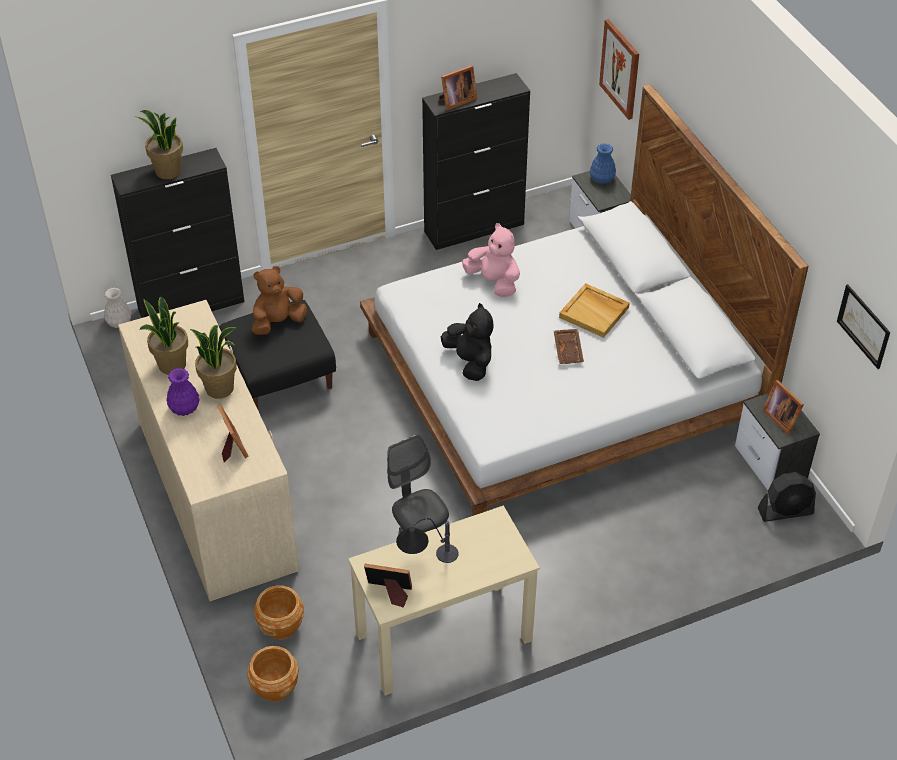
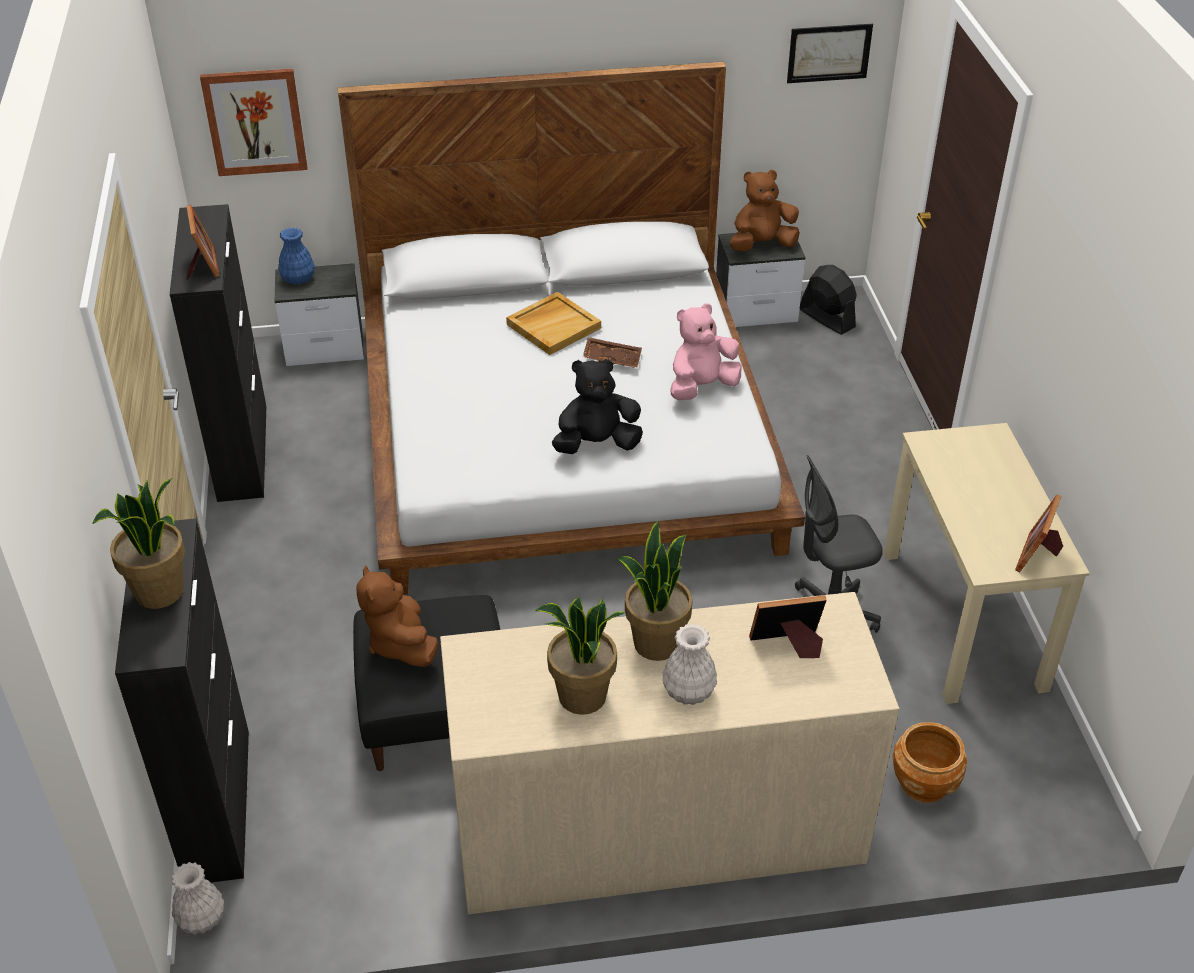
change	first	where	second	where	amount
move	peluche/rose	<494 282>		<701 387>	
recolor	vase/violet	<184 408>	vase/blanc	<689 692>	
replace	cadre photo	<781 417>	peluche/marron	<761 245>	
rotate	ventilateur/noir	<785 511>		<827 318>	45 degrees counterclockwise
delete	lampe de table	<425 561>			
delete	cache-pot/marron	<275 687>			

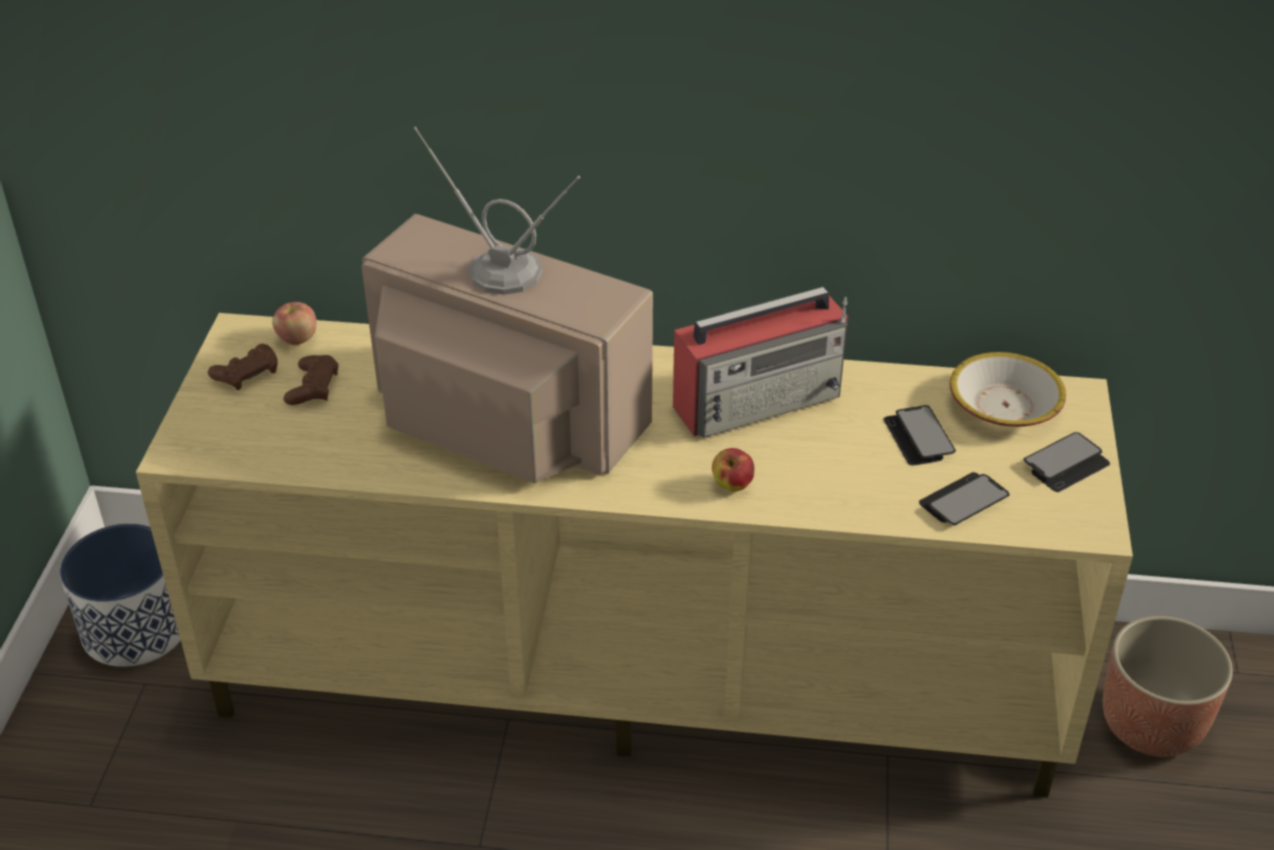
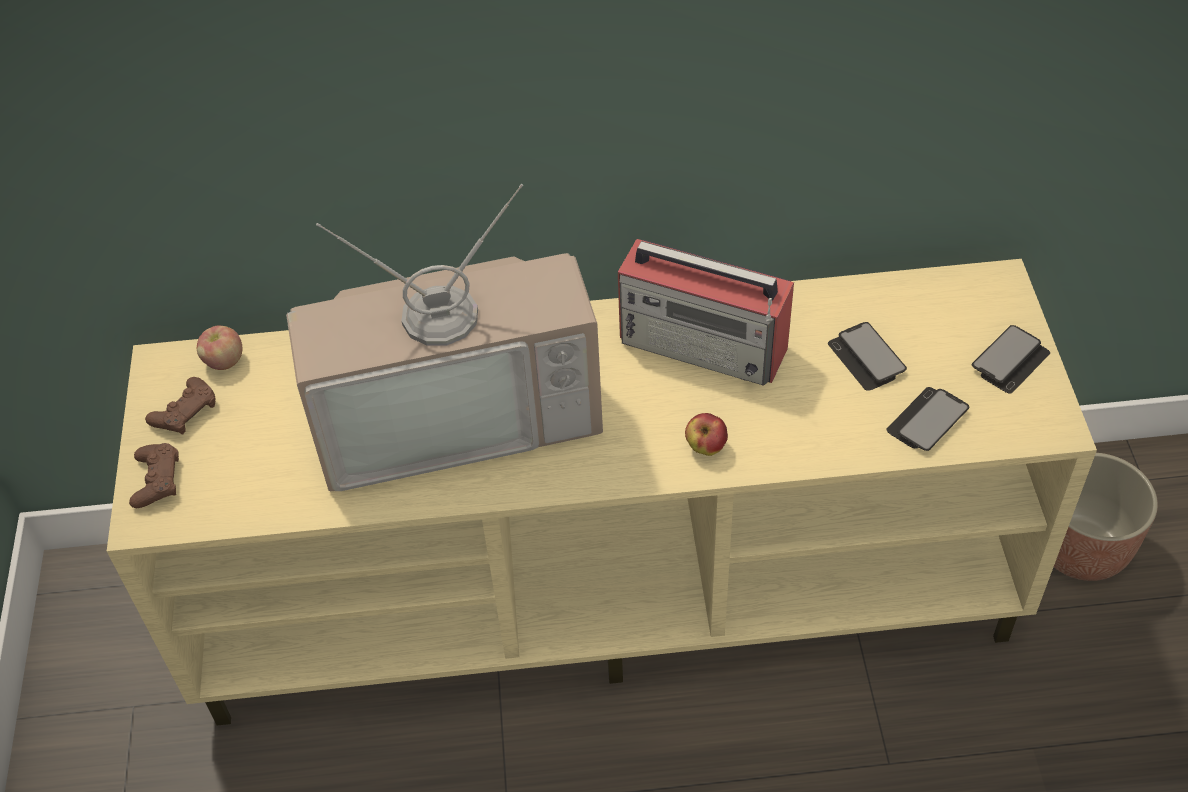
change	first	where	second	where	amount
rotate	téléviseur	<501 416>		<458 412>	150 degrees clockwise
rotate	radio	<760 400>		<705 345>	60 degrees clockwise
delete	bol	<1005 406>			
move	manette/marron	<313 387>		<157 480>	
delete	cache-pot	<135 629>			

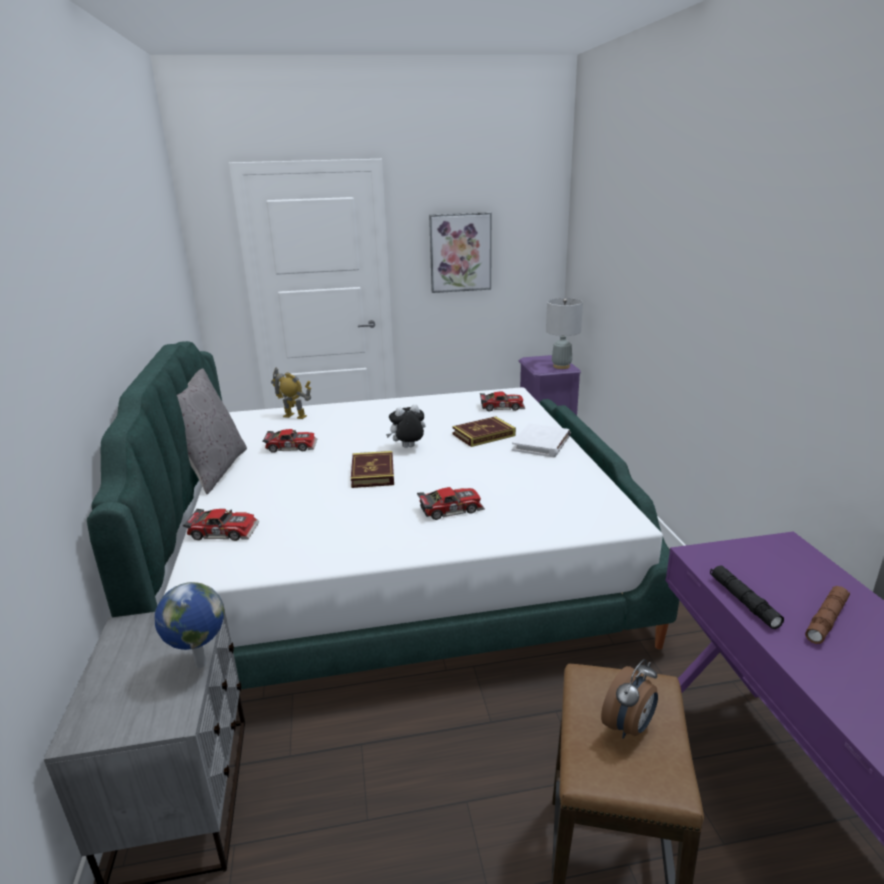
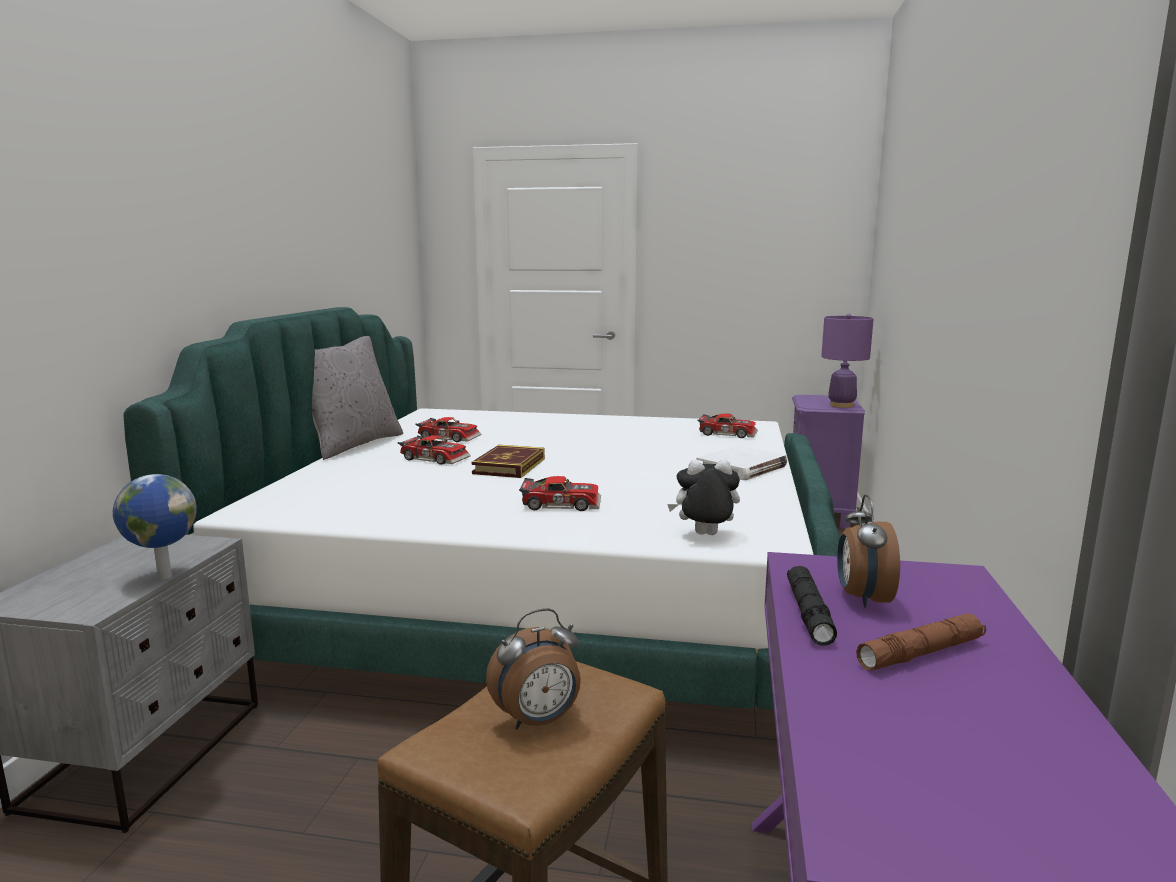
change	first	where	second	where	amount
delete	tableau	<460 252>			
recolor	lampe de table/gris	<561 366>	lampe de table/violet	<841 405>	
delete	robot jouet	<295 416>			
move	peluche	<408 448>		<704 535>	
delete	livre	<483 435>			
move	petite voiture	<224 531>		<436 458>	
insert			réveil	<862 598>	

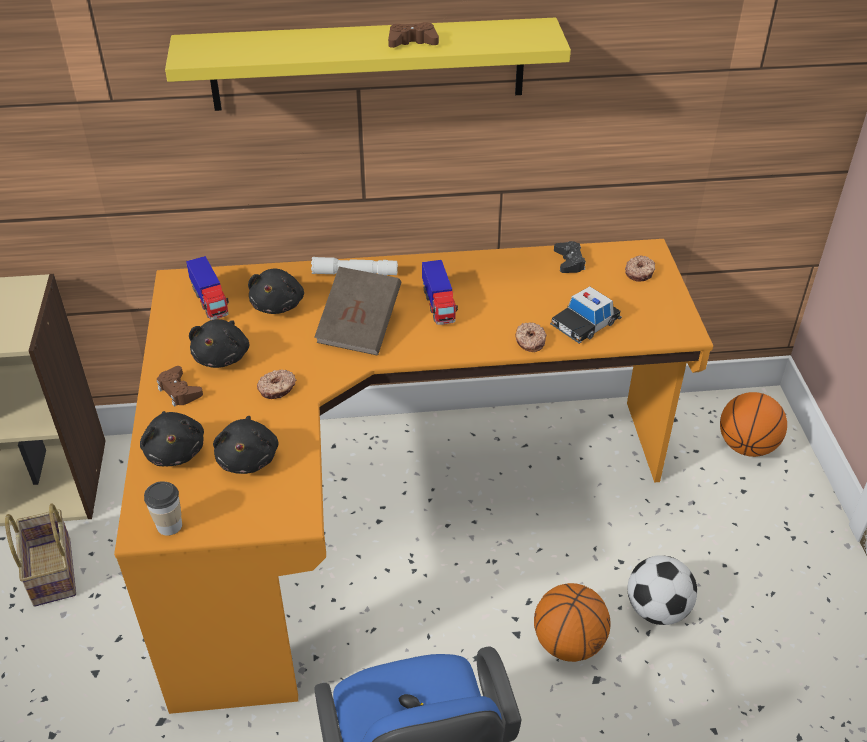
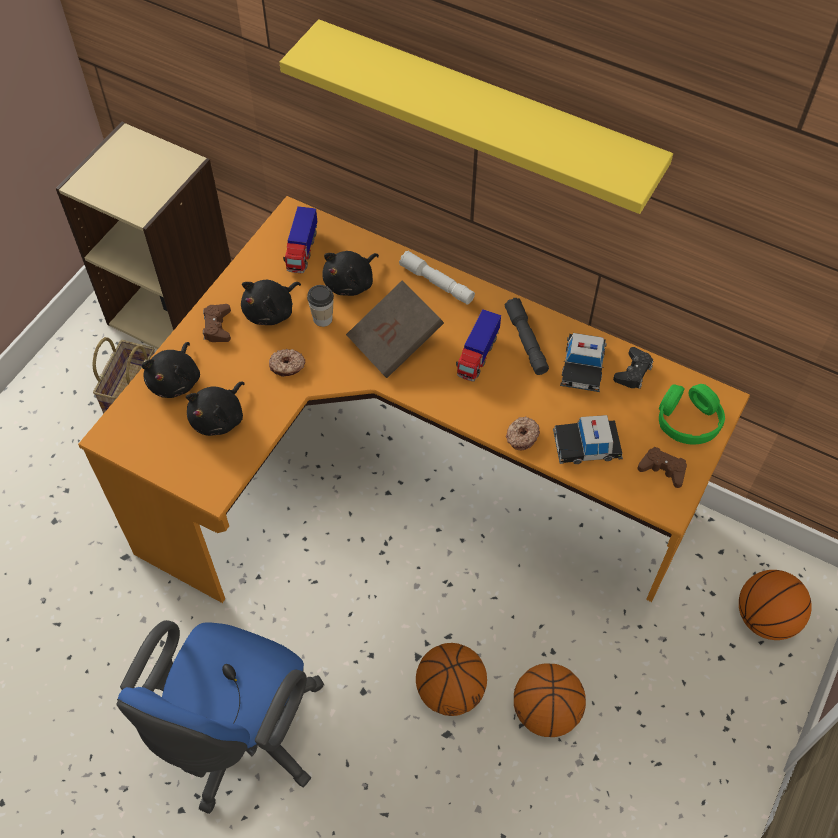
change	first	where	second	where	amount
move	manette/marron	<412 42>		<662 469>	
replace	beignet	<640 273>	casque audio/vert	<688 420>	
move	tasse	<169 525>		<322 318>	
replace	ballon de foot	<657 609>	ballon de basket	<546 711>	
insert			lampe de poche/gris	<526 341>	
insert			petite voiture	<583 366>	

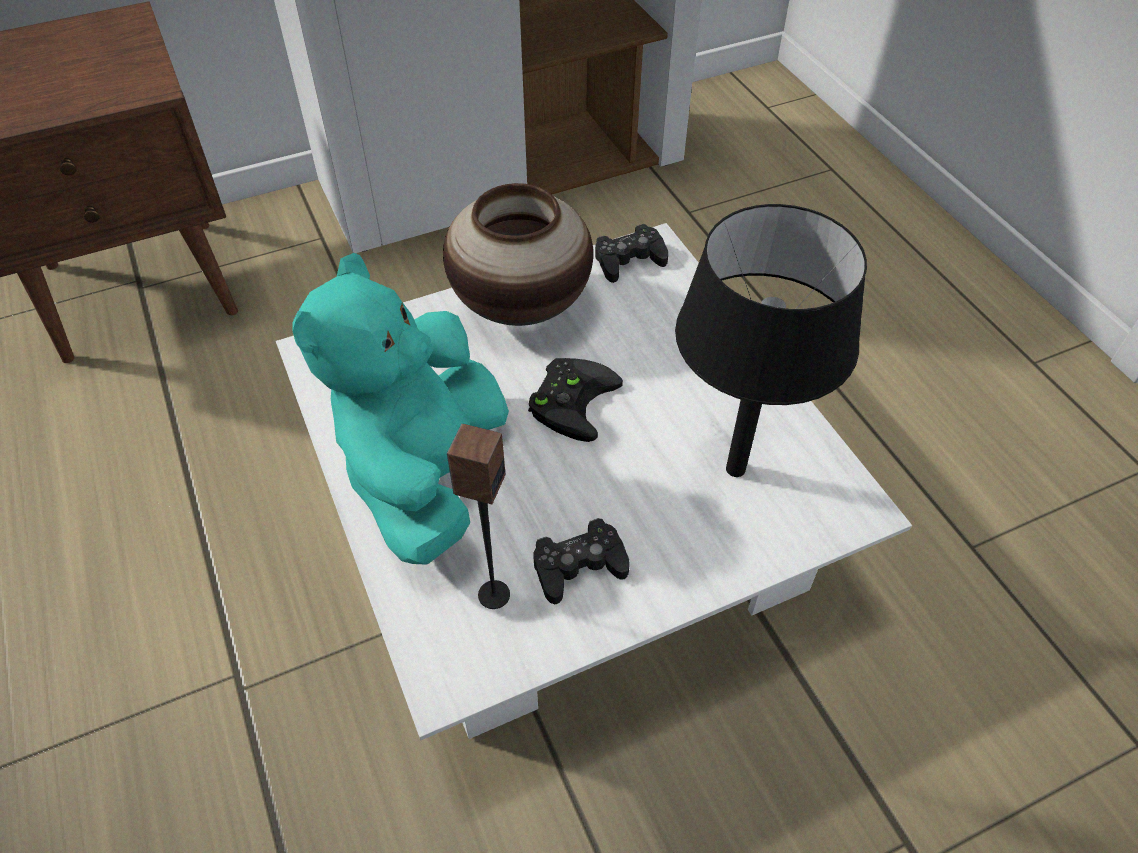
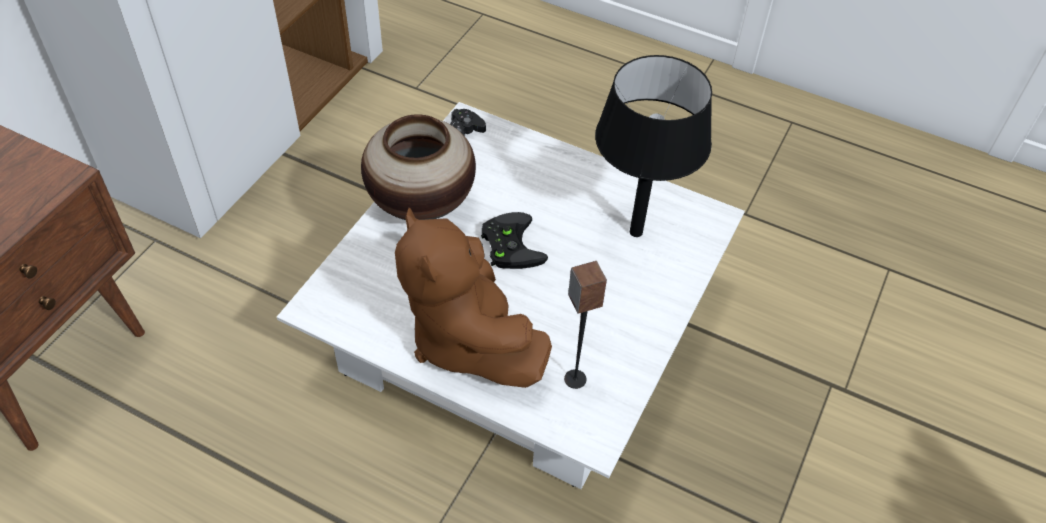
change	first	where	second	where	amount
recolor	peluche/turquoise	<426 473>	peluche/marron	<467 338>	
delete	manette/noir	<579 566>			

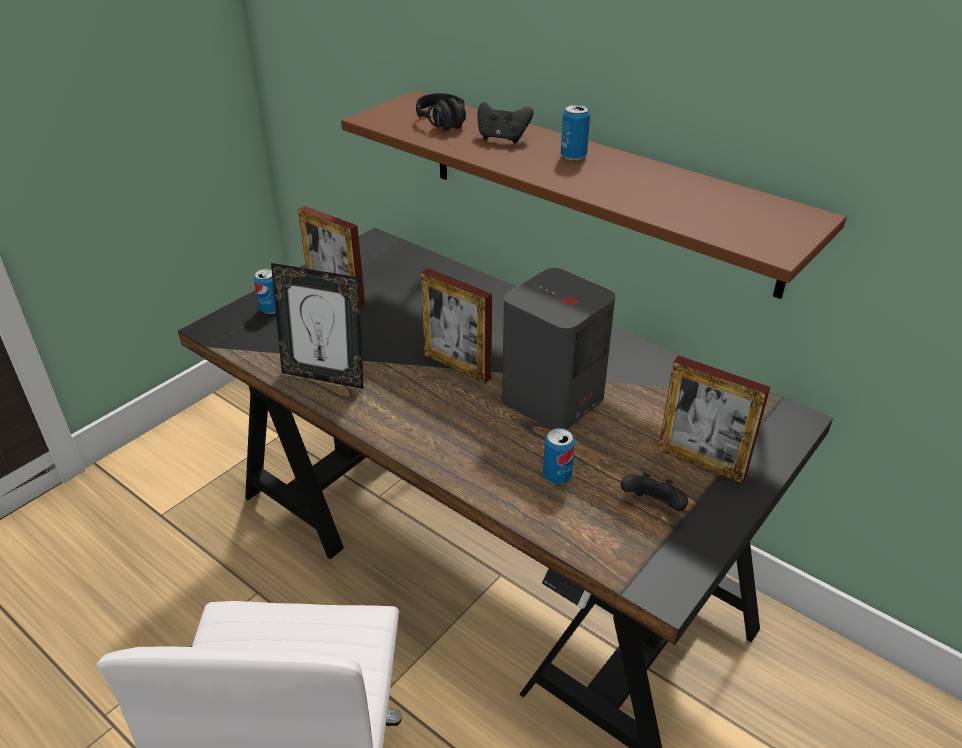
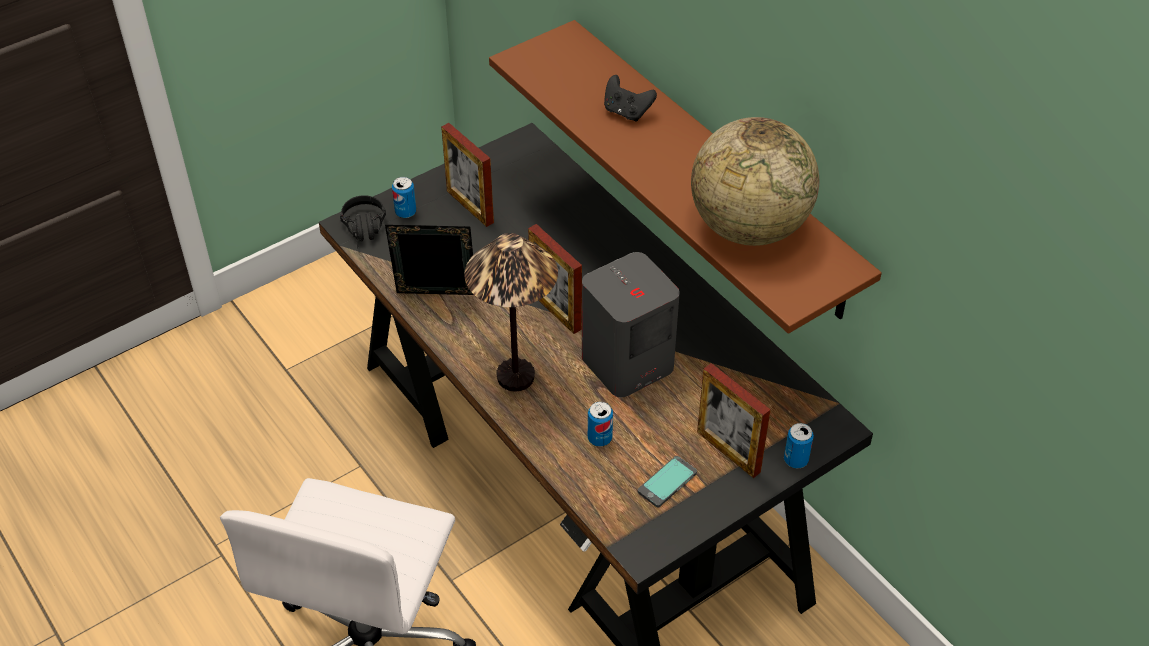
change	first	where	second	where	amount
move	casque audio/noir	<446 125>		<365 231>	
move	boîte métallique	<573 156>		<796 460>	
rotate	cadre photo	<325 376>		<436 298>	150 degrees clockwise
replace	manette/noir	<653 506>	téléphone	<667 482>	
insert			globe	<748 227>	
insert			lampe de table	<516 377>	

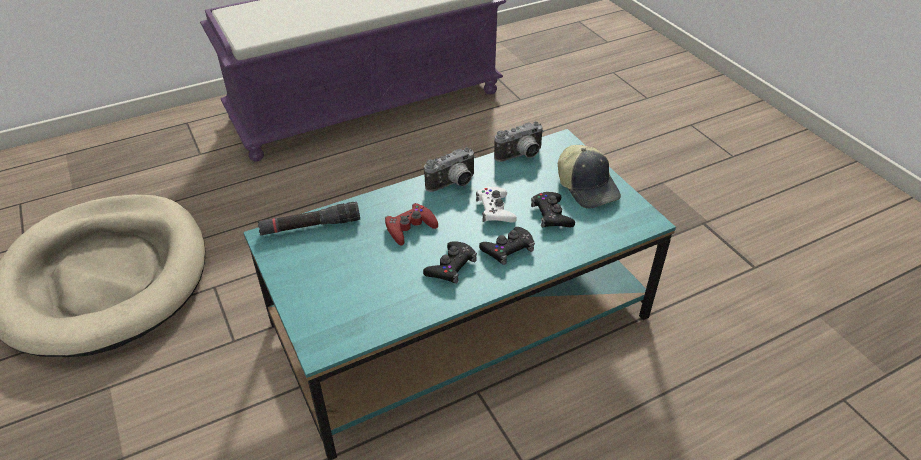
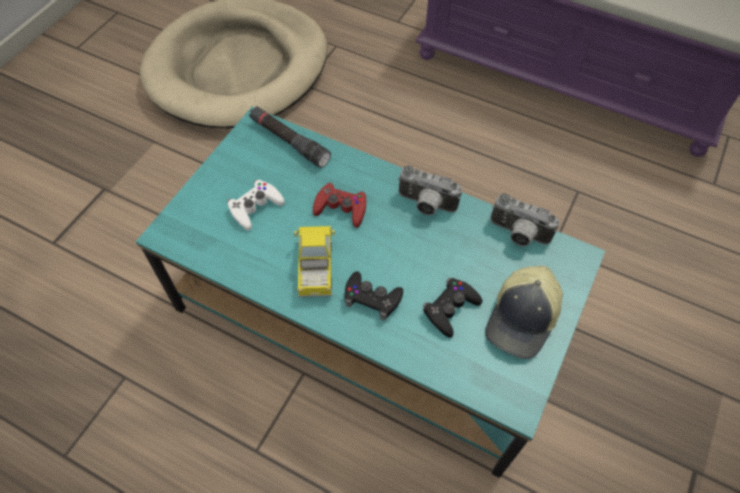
change	first	where	second	where	amount
move	manette/blanc	<495 209>		<255 207>	
replace	manette/noir	<451 266>	camion jouet	<316 267>	

